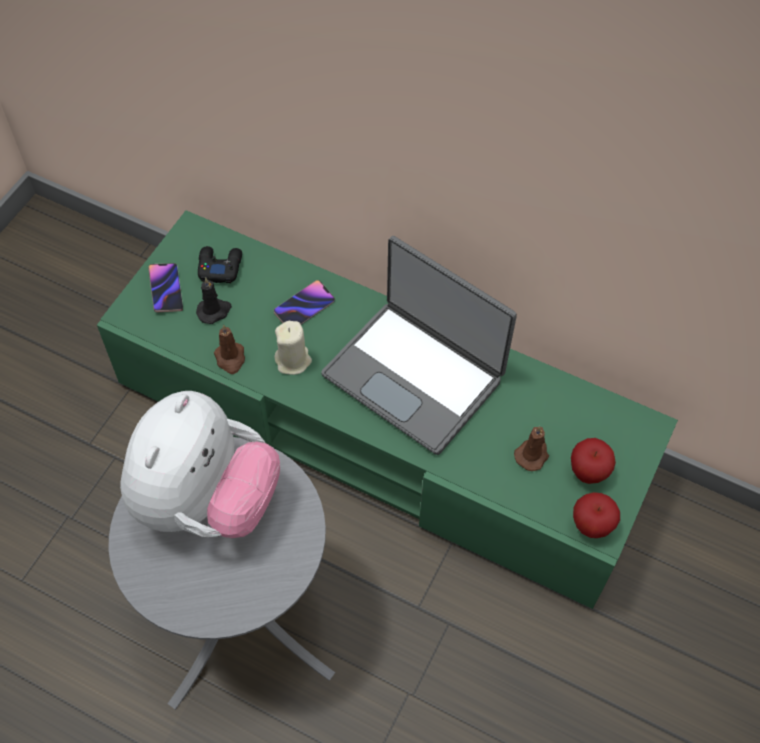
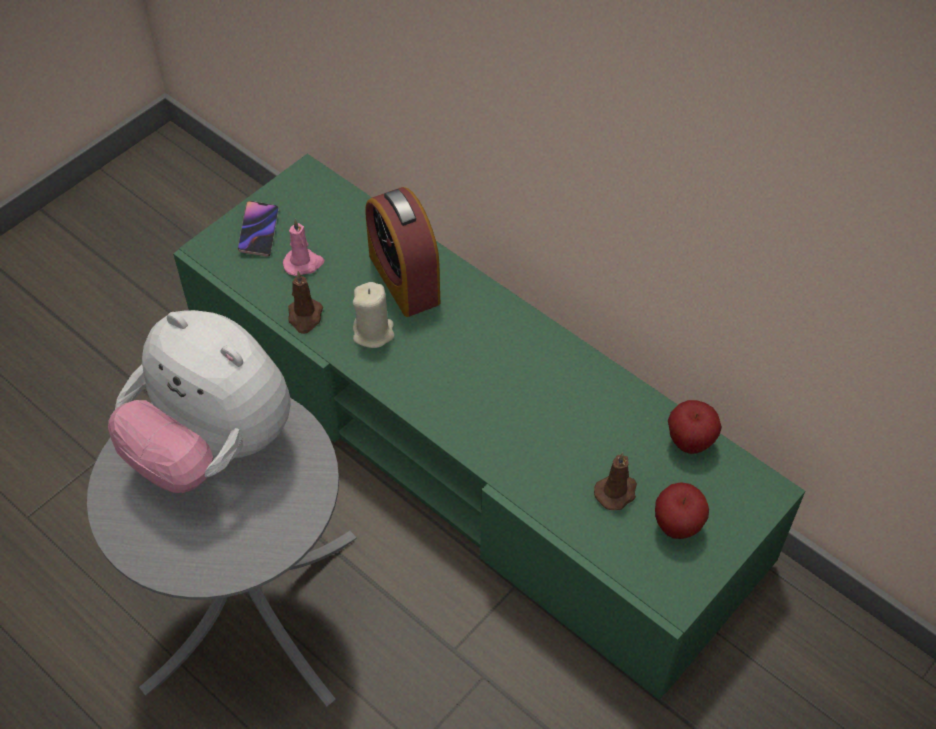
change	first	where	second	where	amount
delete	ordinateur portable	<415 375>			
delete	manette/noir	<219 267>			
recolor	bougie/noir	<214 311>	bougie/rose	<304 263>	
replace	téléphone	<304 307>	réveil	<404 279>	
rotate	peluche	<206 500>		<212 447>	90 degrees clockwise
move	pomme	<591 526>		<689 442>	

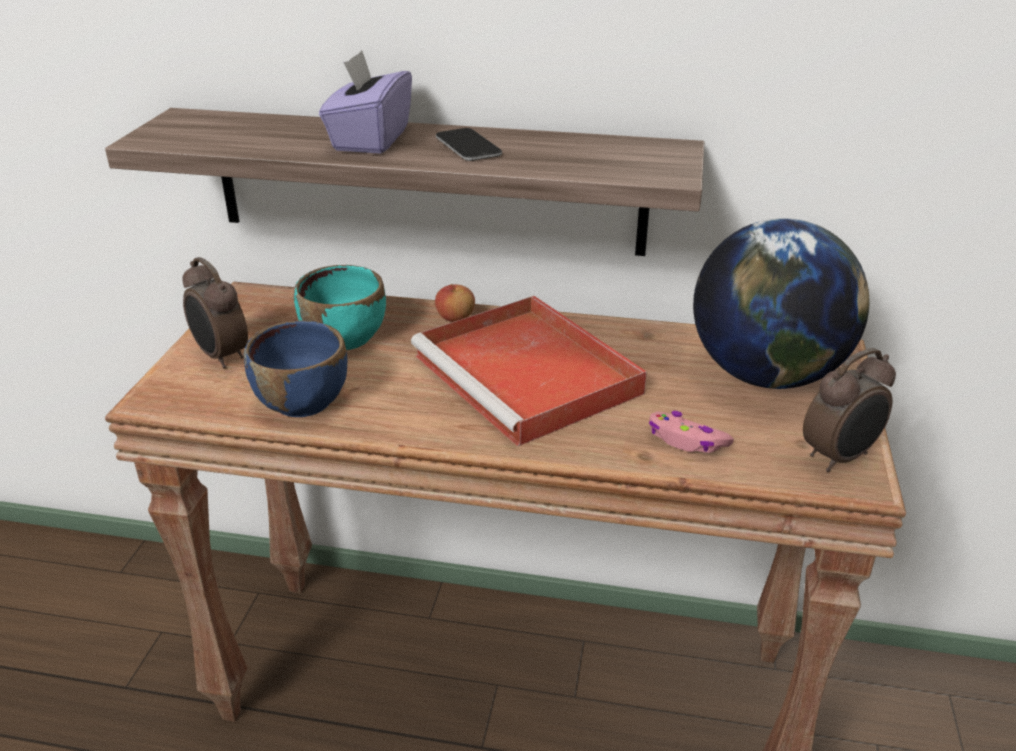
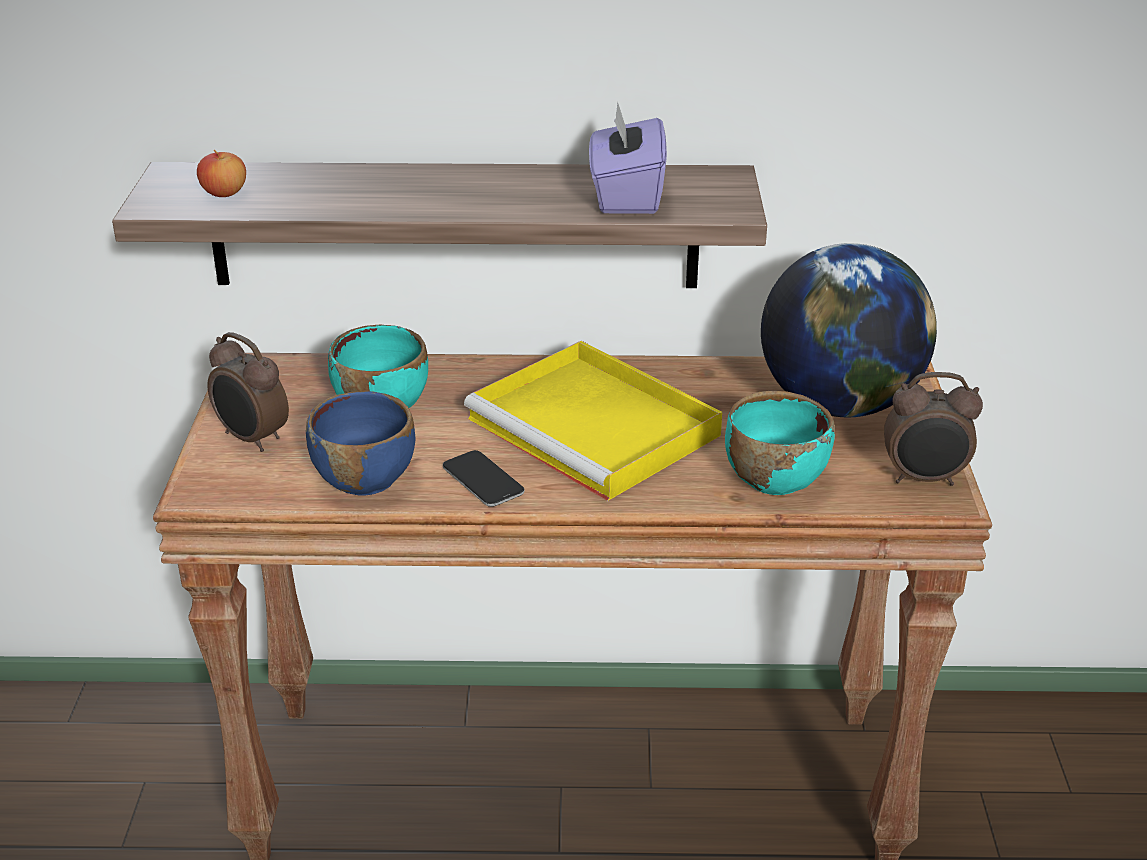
change	first	where	second	where	amount
move	boîte à mouchoirs/violet	<370 139>		<626 196>	
move	téléphone	<468 146>		<483 480>	
move	pomme	<455 318>		<224 193>	
recolor	plateau/rouge	<530 376>	plateau/jaune	<598 428>	
rotate	réveil	<840 457>		<924 479>	45 degrees clockwise
replace	manette/rose	<686 441>	bol/turquoise	<774 478>	

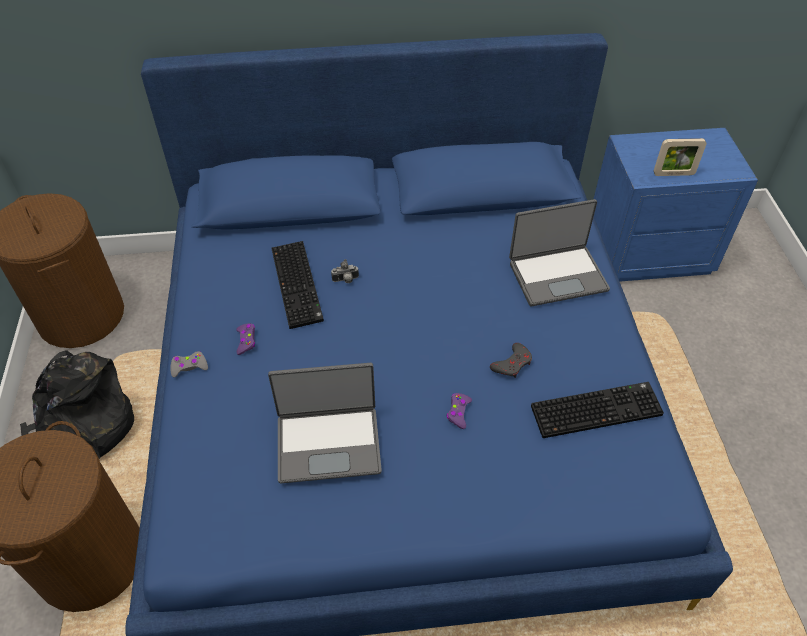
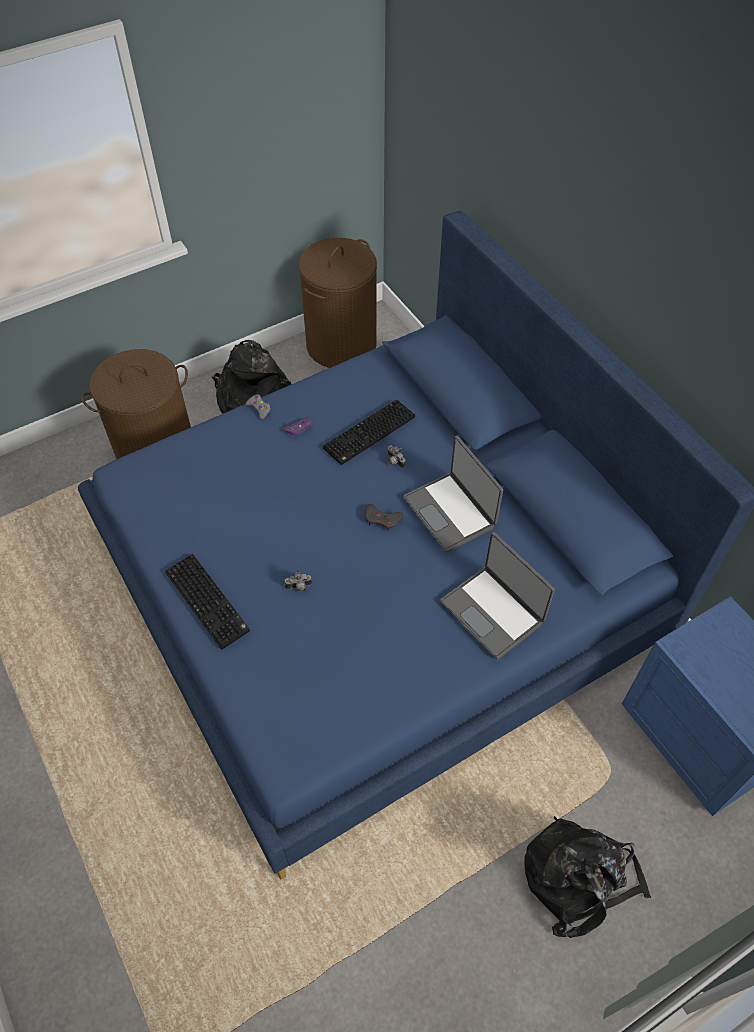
change	first	where	second	where	amount
delete	cadre photo	<673 174>			
move	manette/gris	<512 363>		<382 519>	
move	ordinateur portable	<328 443>		<451 512>	
move	clavier	<596 409>		<209 601>	
replace	manette/violet	<458 412>	appareil photo	<299 587>	
insert			sac à dos/noir	<578 877>	

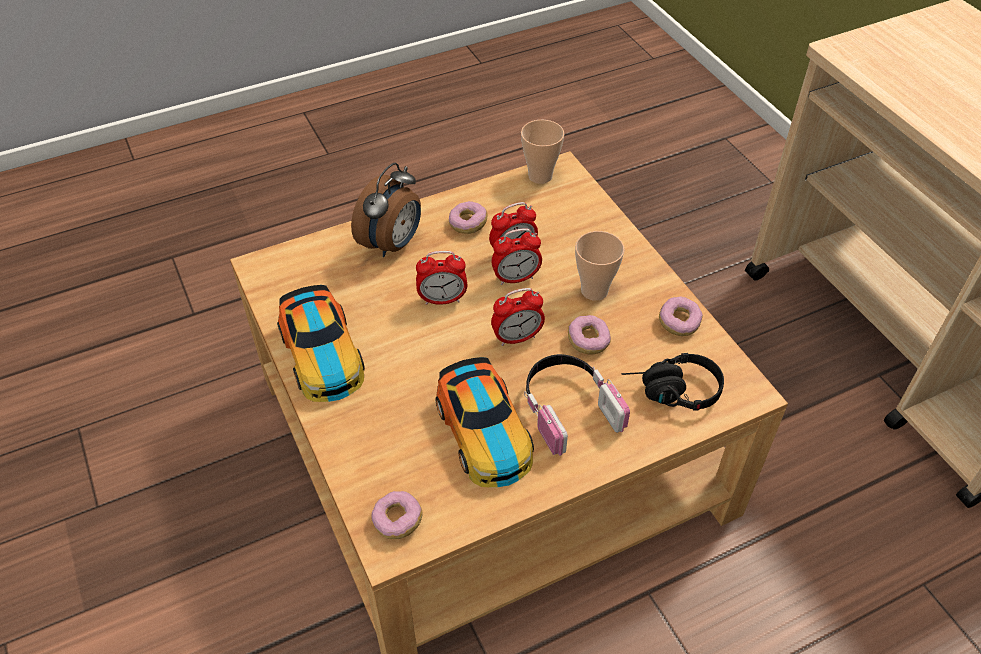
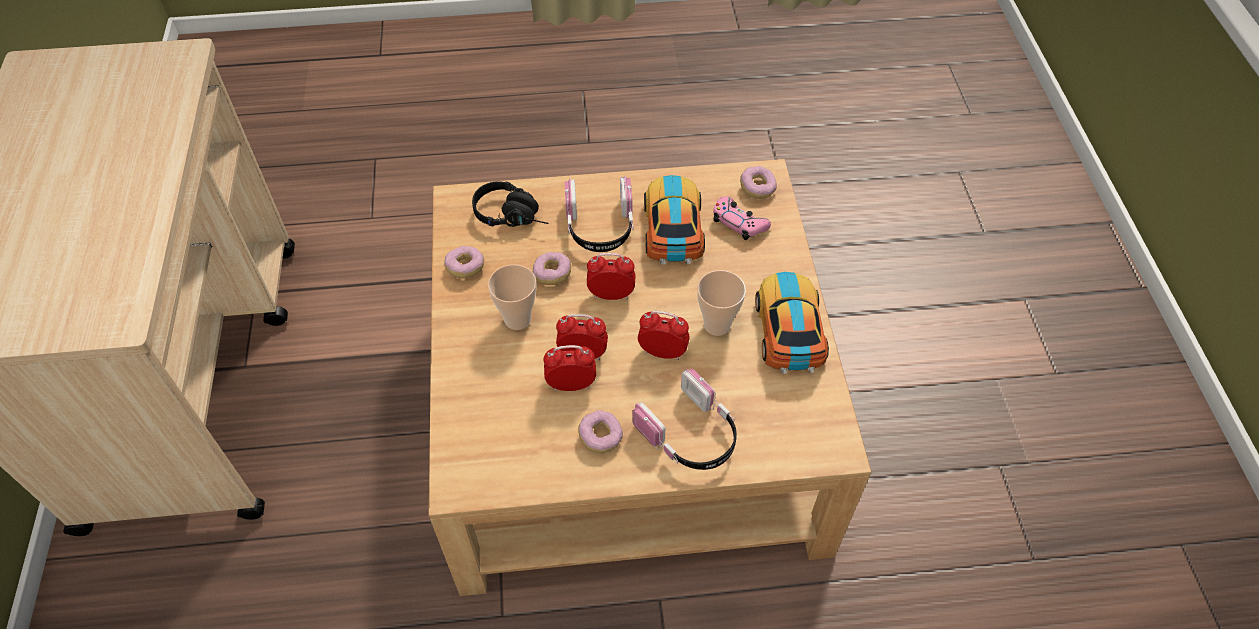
change	first	where	second	where	amount
move	tasse	<540 176>		<717 325>	
replace	réveil	<392 244>	casque audio	<690 435>	
insert			manette/rose	<739 223>	

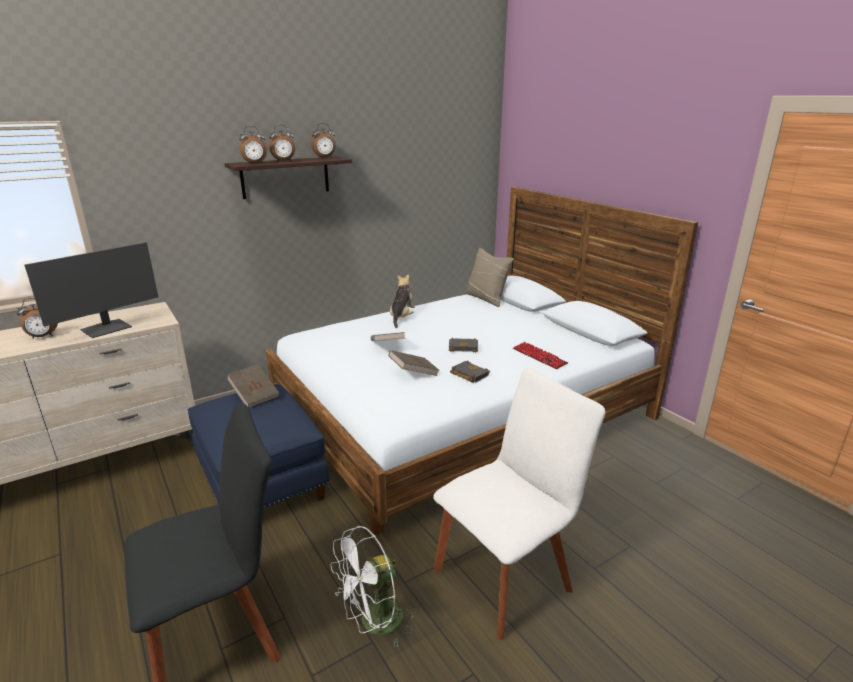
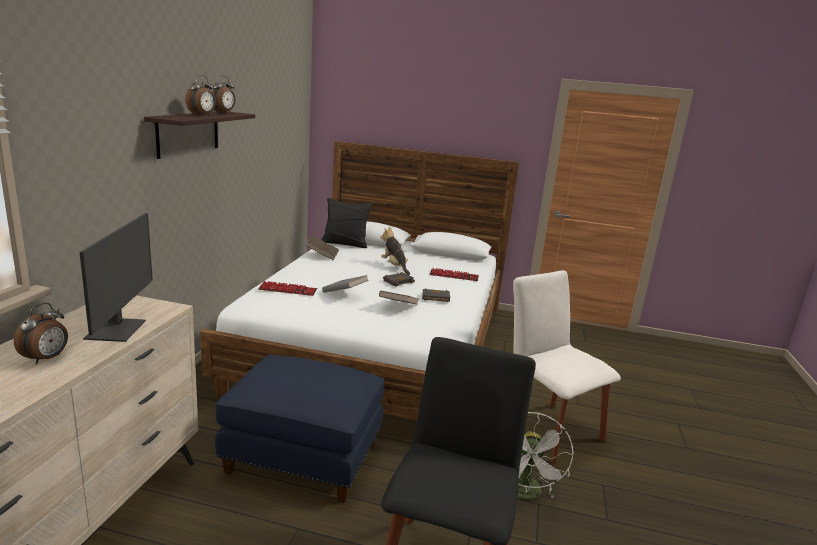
change	first	where	second	where	amount
delete	réveil	<255 164>			
recolor	coussin/beige	<486 298>	coussin/noir	<345 243>	
move	peluche	<402 317>		<394 266>	
move	livre/marron	<254 395>		<322 255>	
rotate	chaise/blanc	<506 575>		<547 429>	45 degrees counterclockwise
insert			clavier	<287 290>	

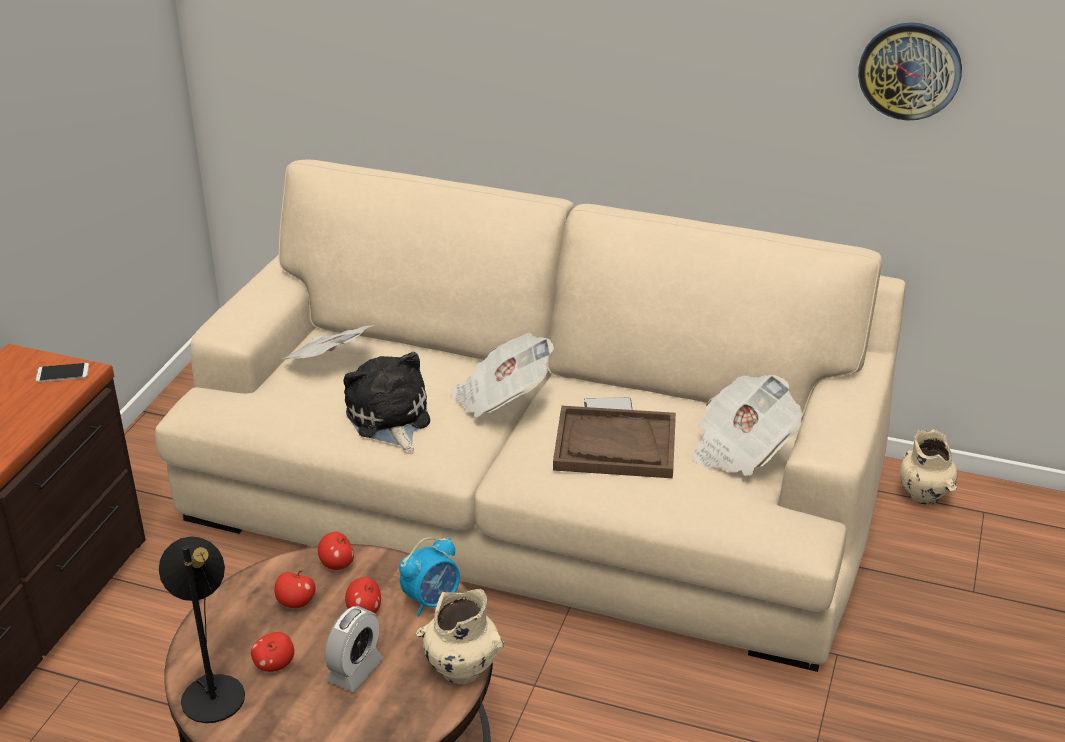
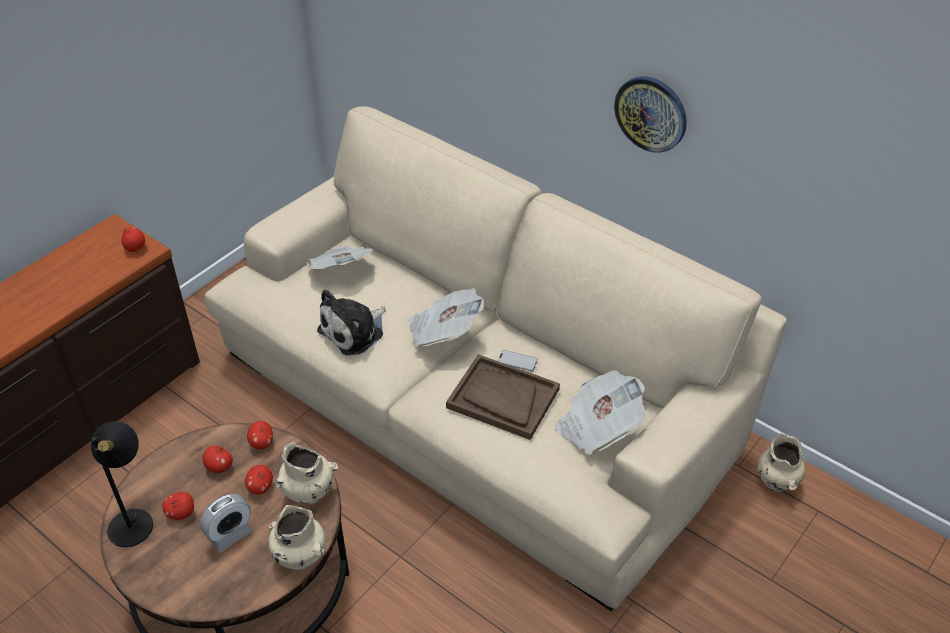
change	first	where	second	where	amount
move	horloge murale	<910 70>		<651 113>	
rotate	peluche	<389 419>		<354 331>	135 degrees counterclockwise
replace	téléphone	<62 373>	pomme	<135 248>	
replace	réveil	<432 600>	vase/beige	<309 493>	

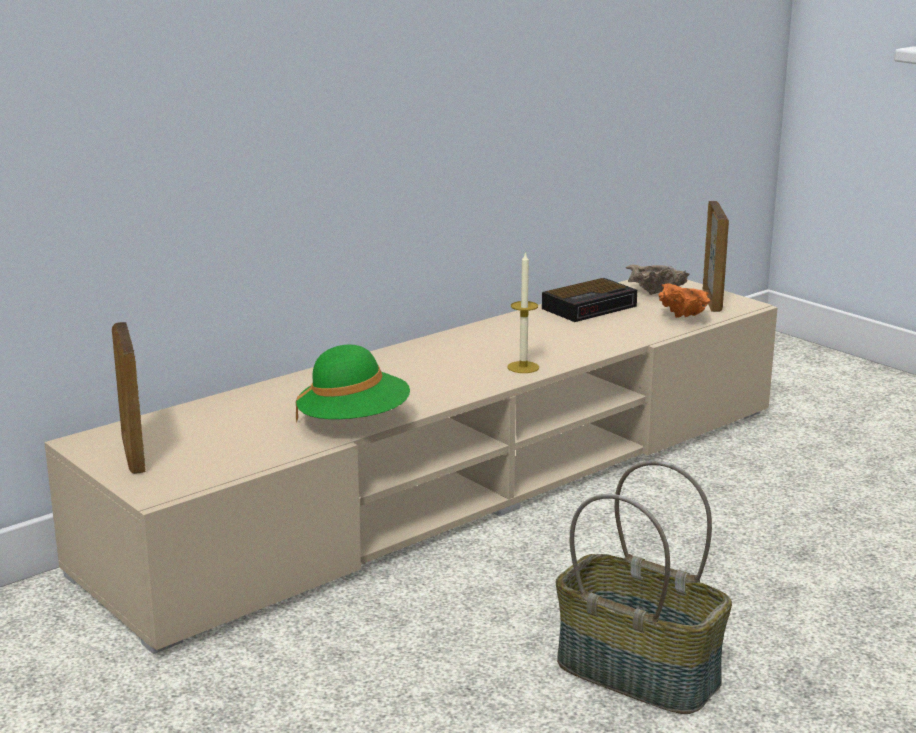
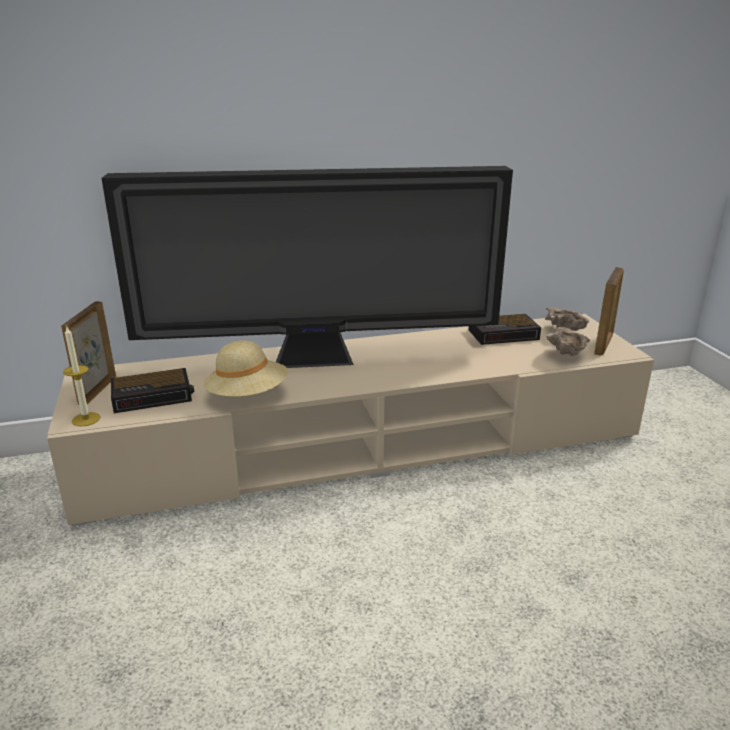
change	first	where	second	where	amount
move	bougie	<523 367>		<86 419>	
recolor	bol/orange	<682 318>	bol/beige	<565 356>	
recolor	chapeau/vert	<354 422>	chapeau/beige	<248 396>	
delete	panier	<640 672>			
insert			téléviseur	<319 361>	
insert			réveil	<154 396>	

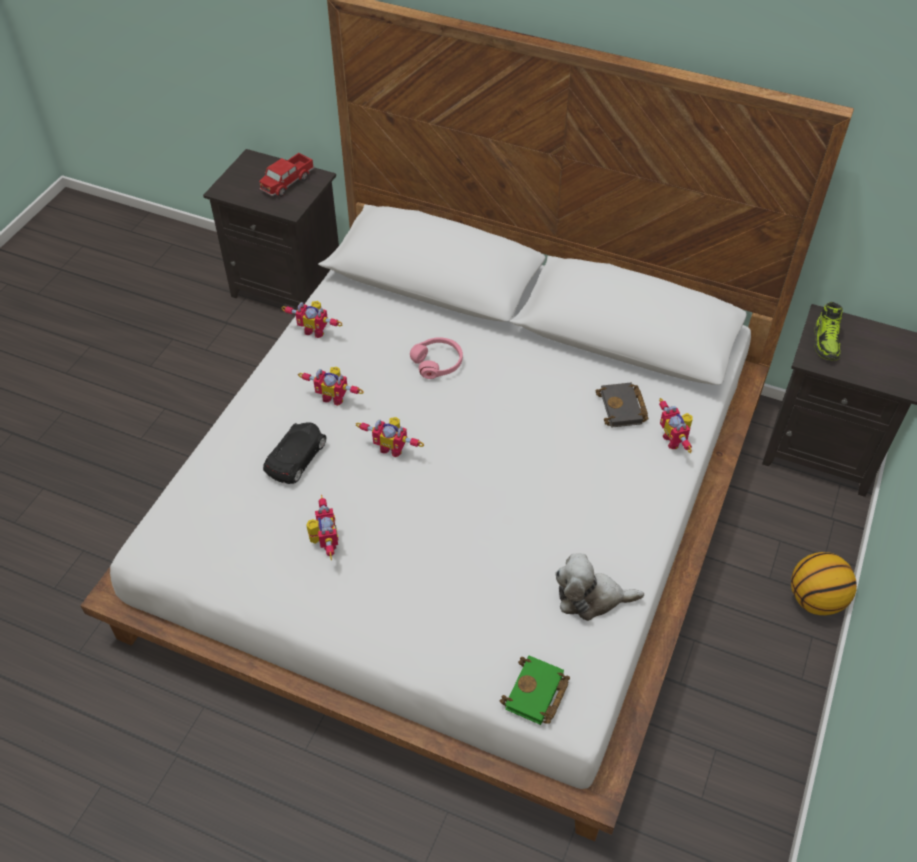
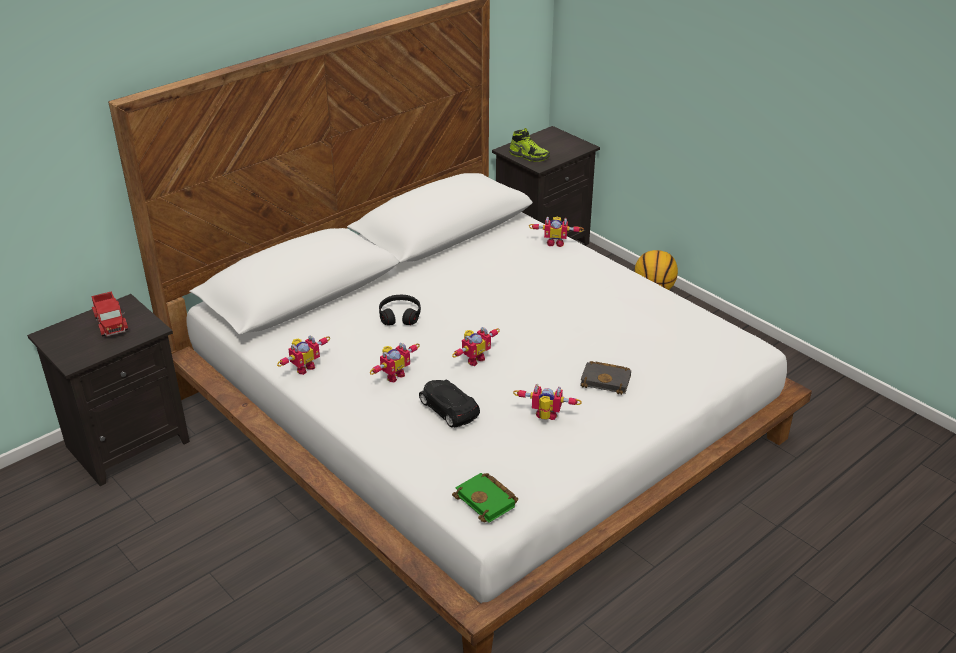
change	first	where	second	where	amount
recolor	casque audio/rose	<437 363>	casque audio/noir	<400 315>	
move	livre/noir	<623 409>		<607 380>	
delete	peluche	<591 597>			
move	livre/vert	<536 695>		<487 501>	

